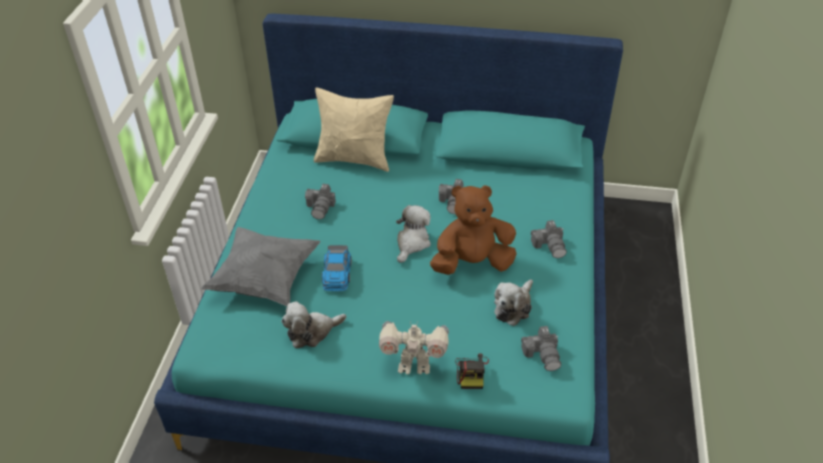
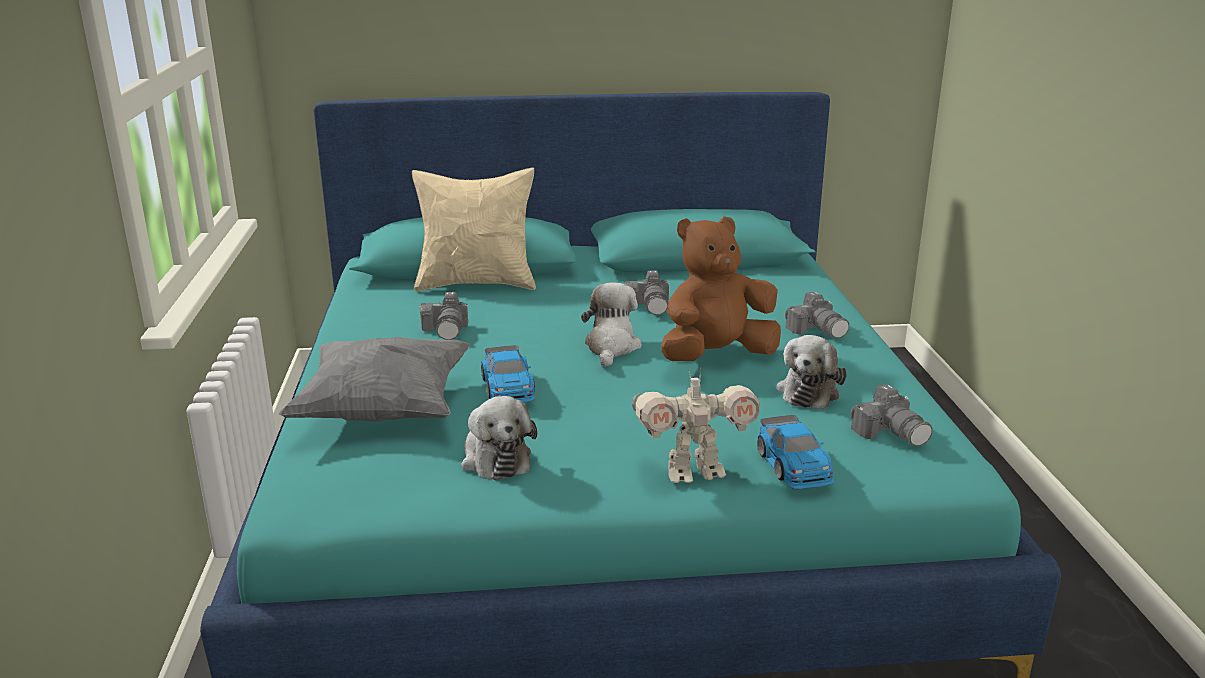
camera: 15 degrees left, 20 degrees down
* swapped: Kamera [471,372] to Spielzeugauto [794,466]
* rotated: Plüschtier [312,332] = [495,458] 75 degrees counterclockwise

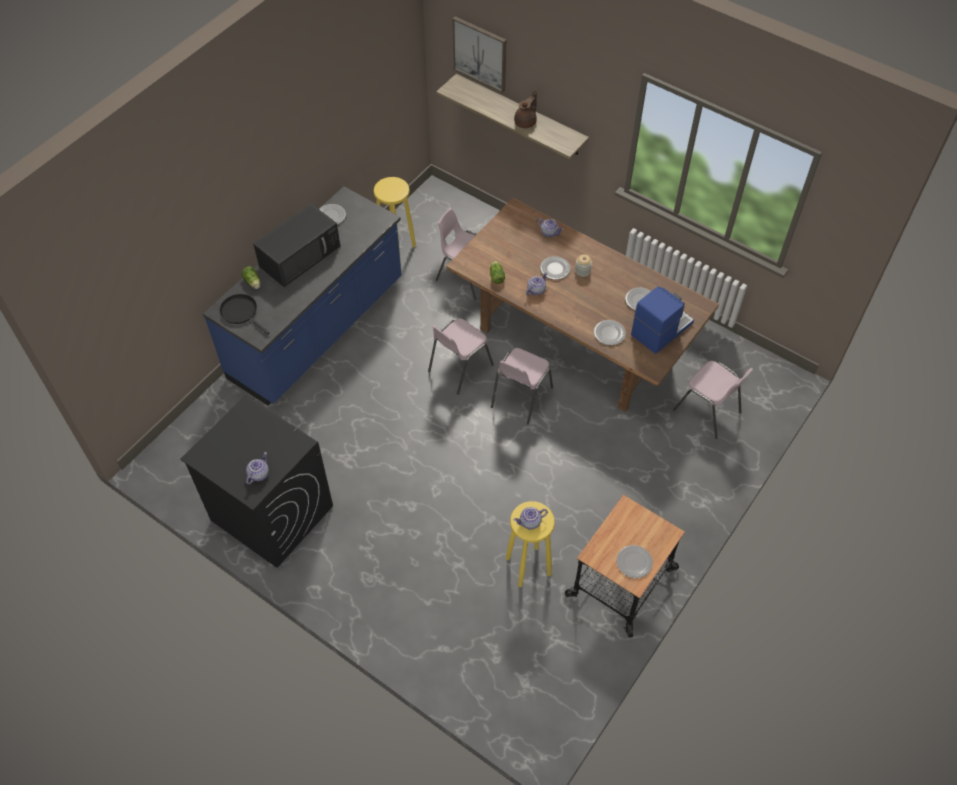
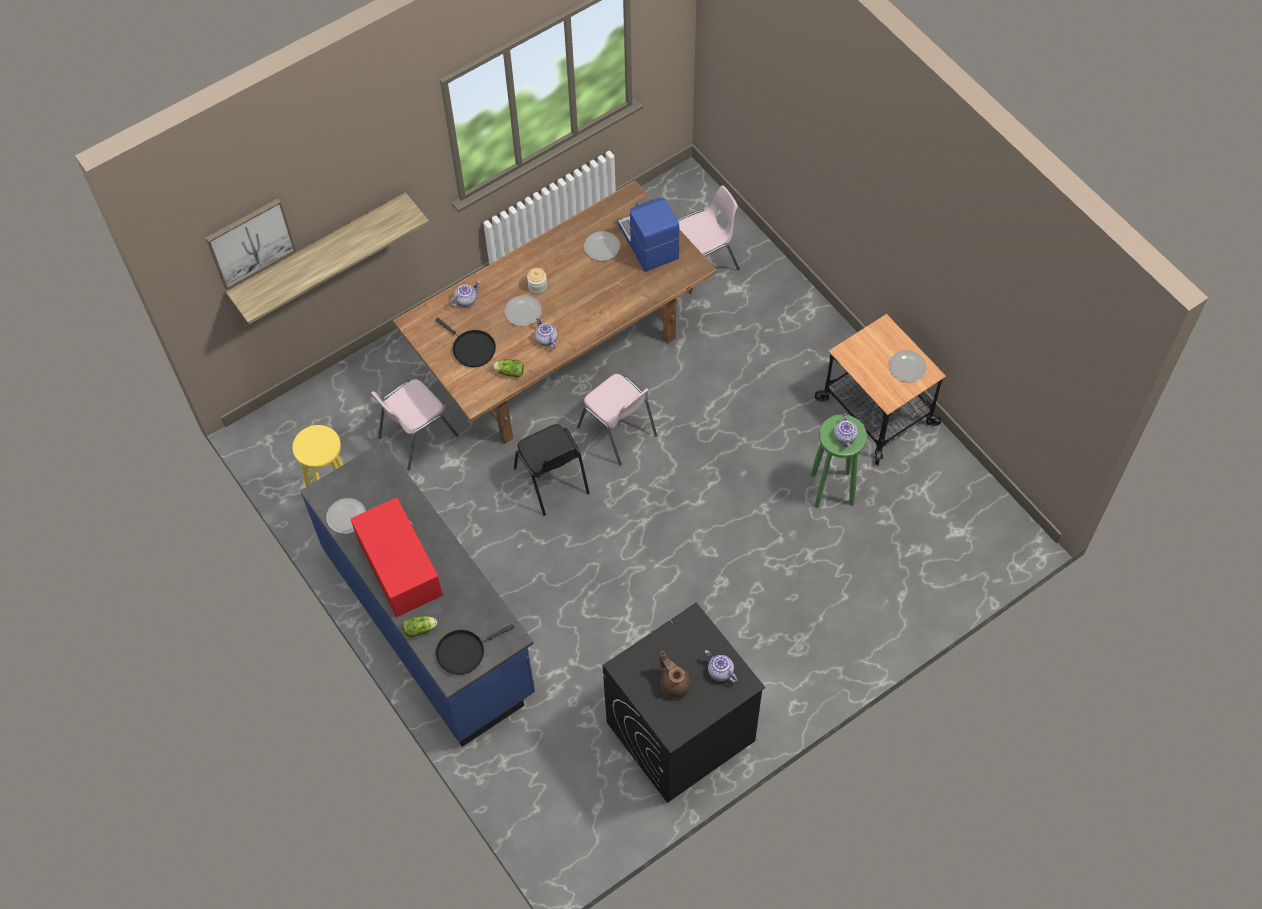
camera: 70 degrees left, 5 degrees up
* gone: Teller [609,333]
* new: Pfanne [schwarz] [471,348]
* shifted: Teekanne [braun] [526,122] to [674,683]
* repainted: Mikrowelle [schwarz] [300,255] to Mikrowelle [rot] [398,565]
* repainted: Stuhl [rosa] [459,368] to Stuhl [schwarz] [552,481]
* repainted: Hocker [gelb] [528,567] to Hocker [grün] [833,489]

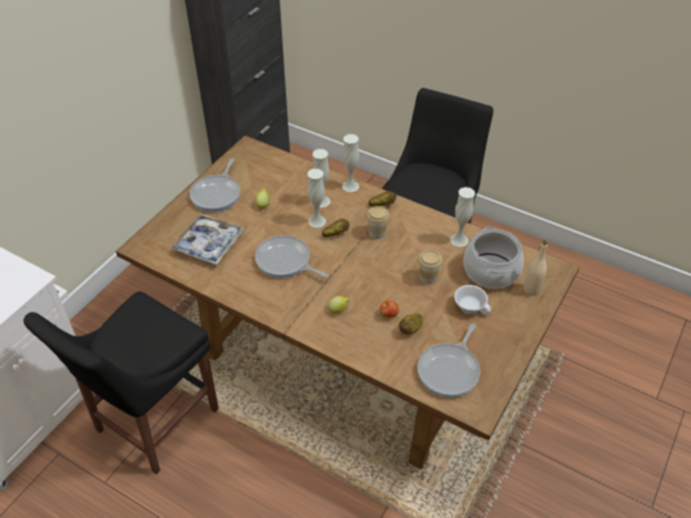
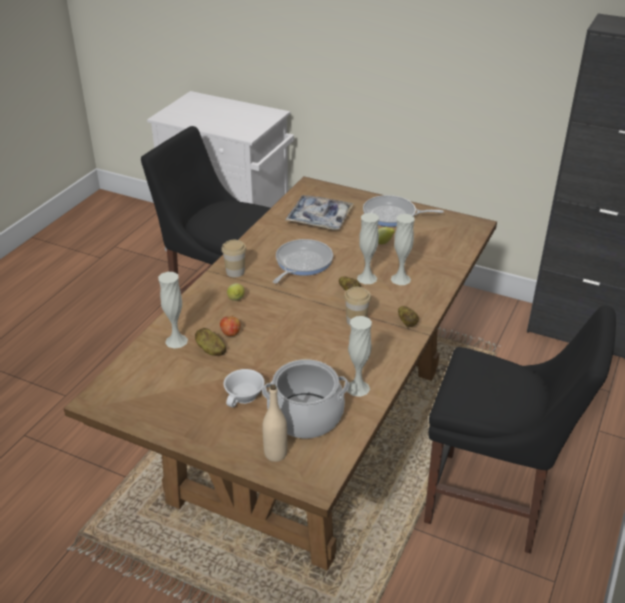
camera: 85 degrees right, 10 degrees down
* gone: Pfanne [450,370]
* shifted: Vase [weiß] [350,186] to [176,341]
* shifted: Tasse [428,278] to [235,272]

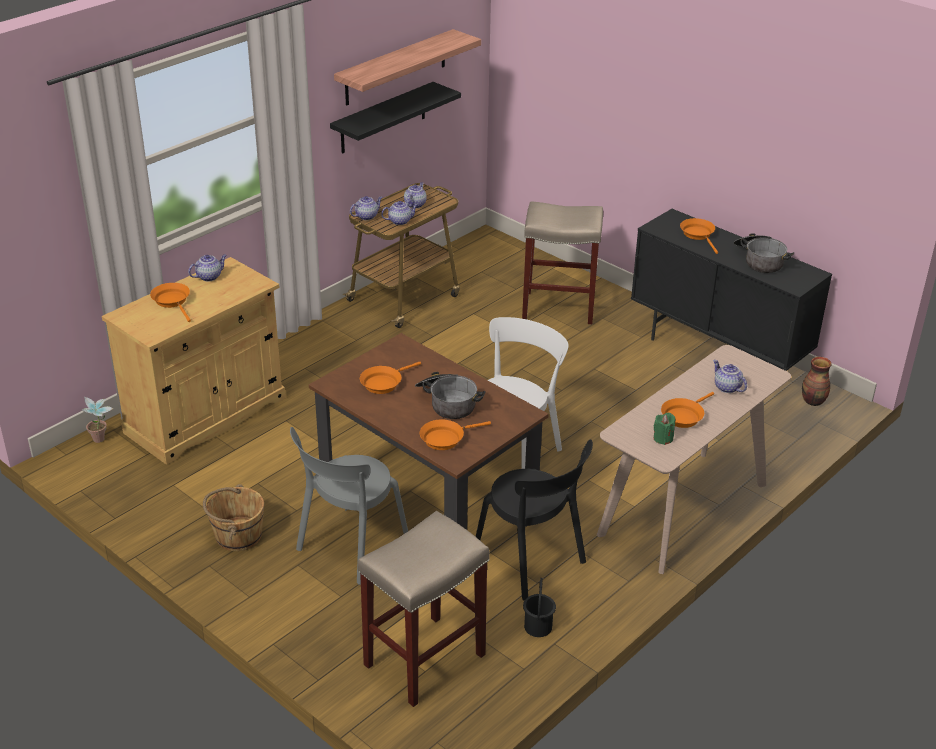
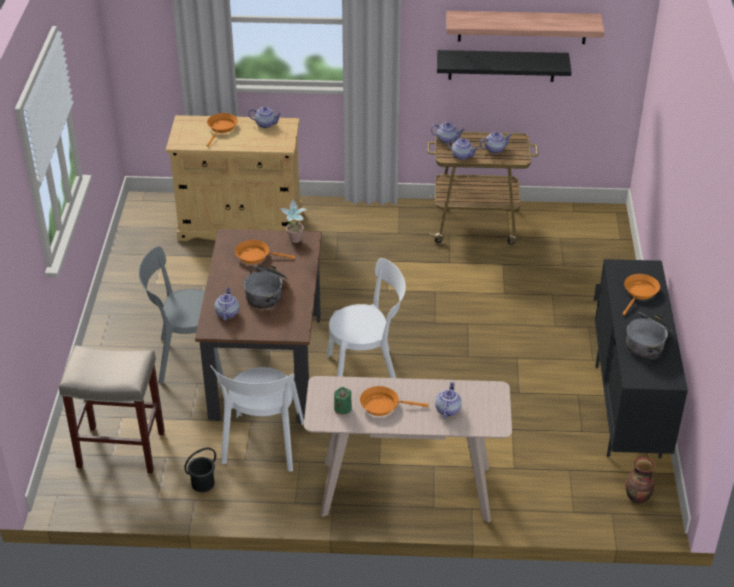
camera: 50 degrees right, 5 degrees up
* gone: Eimer [braun] [237,535]
* gone: Hocker [beige] [560,307]
* shifted: Topfpflanze [101,441] to [295,242]
* swapped: Pfanne [orange] [445,438] to Teekanne [227,313]
* repainted: Stuhl [schwarz] [532,562] to Stuhl [weiß] [262,446]

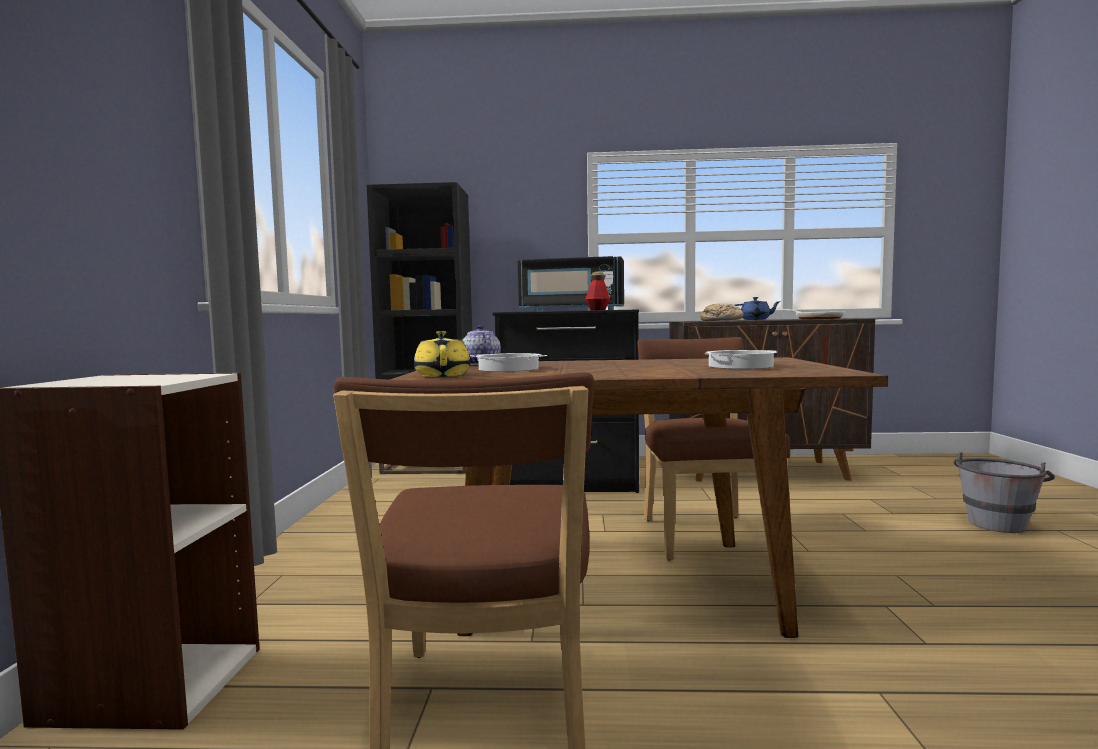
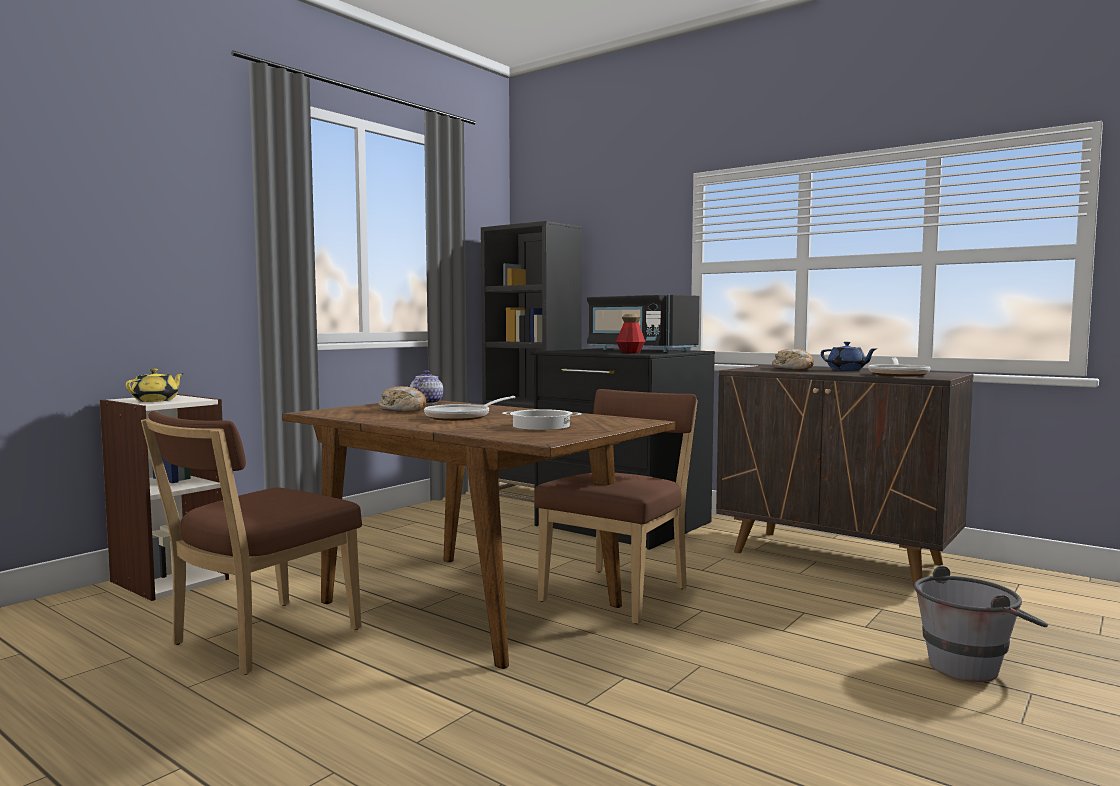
camera: 35 degrees right, 0 degrees up
* new: Pfanne [462,417]
* shifted: Teekanne [gelb] [442,375] to [156,400]
* swapped: Kochtopf [509,369] to Brot [404,410]

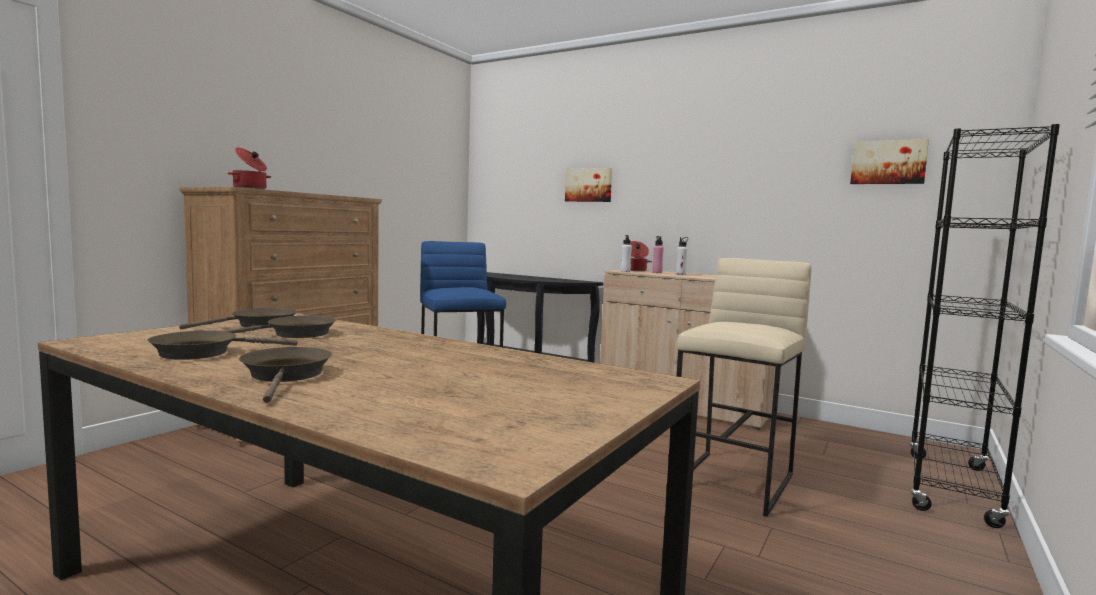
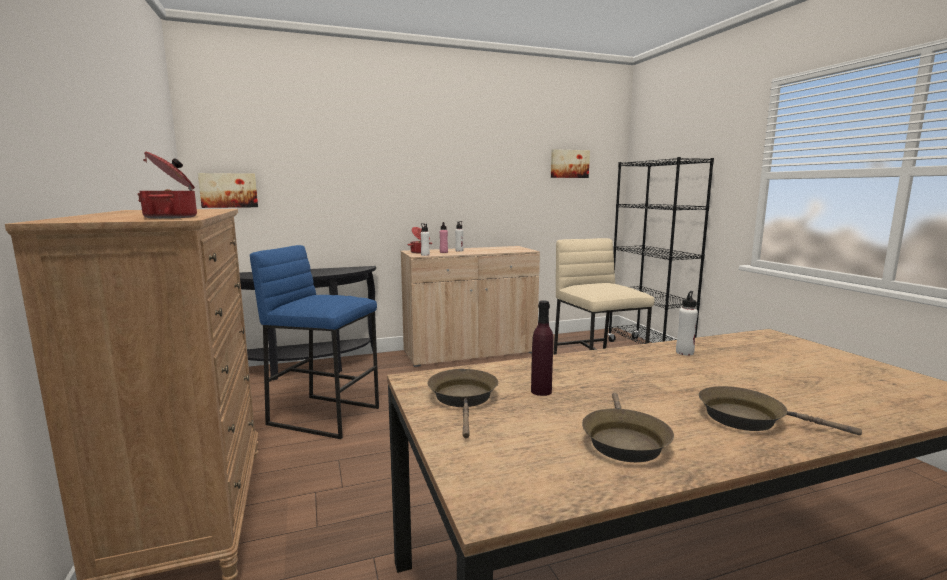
camera: 50 degrees left, 5 degrees up
* new: Flasche [weiß] [684,352]
* shifted: Bild [589,185] to [229,190]
* swapped: Pfanne [braun] [295,334] to Flasche [lila] [541,391]

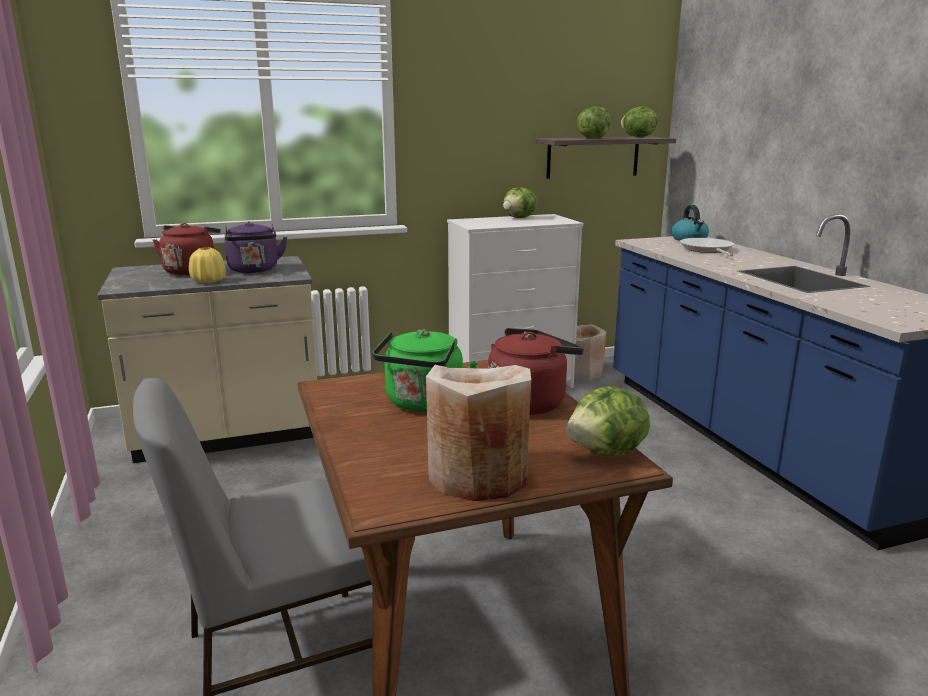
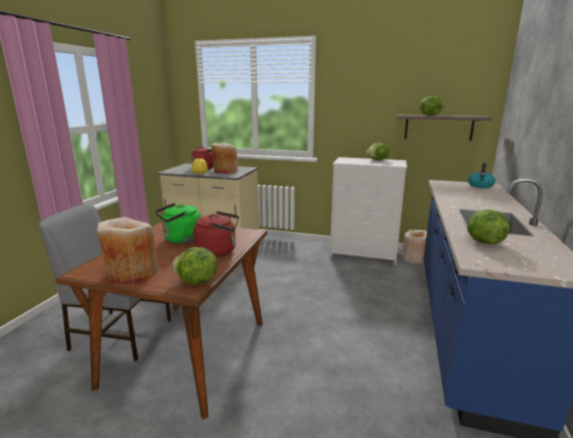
camera: 35 degrees right, 0 degrees up
* gone: Pfanne [707,250]
* shifted: Salatkopf [637,137] to [483,242]
* swapped: Wasserkessel [lila] [254,270] to Vase [beige] [225,171]

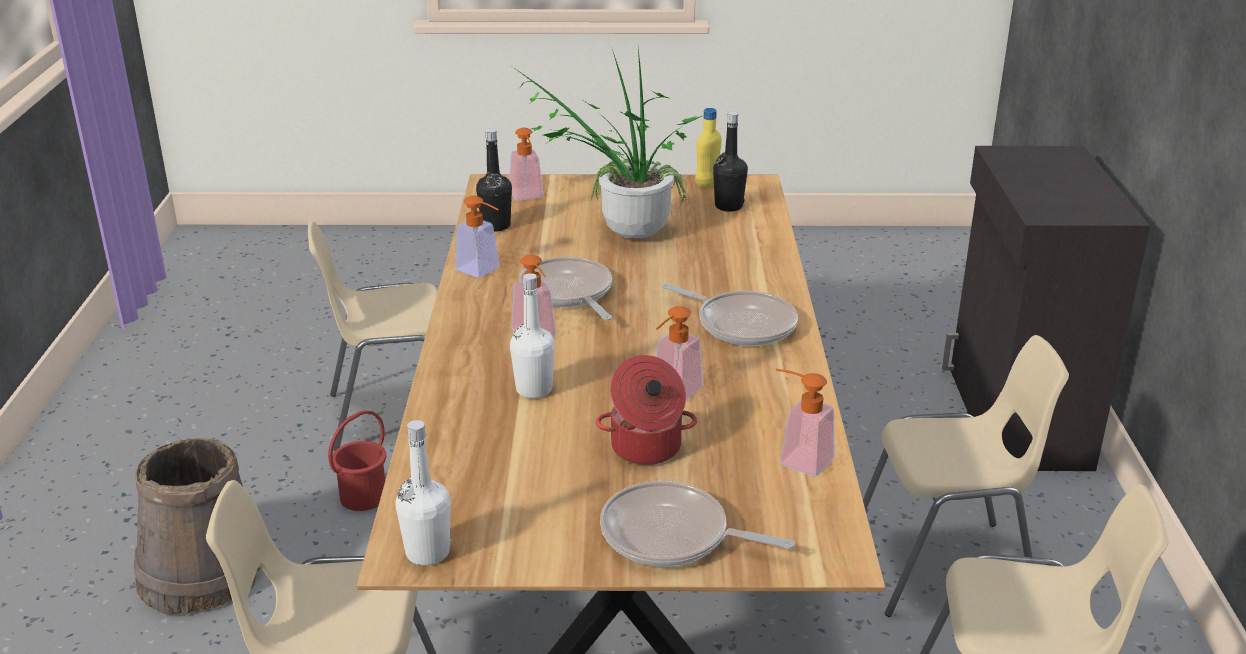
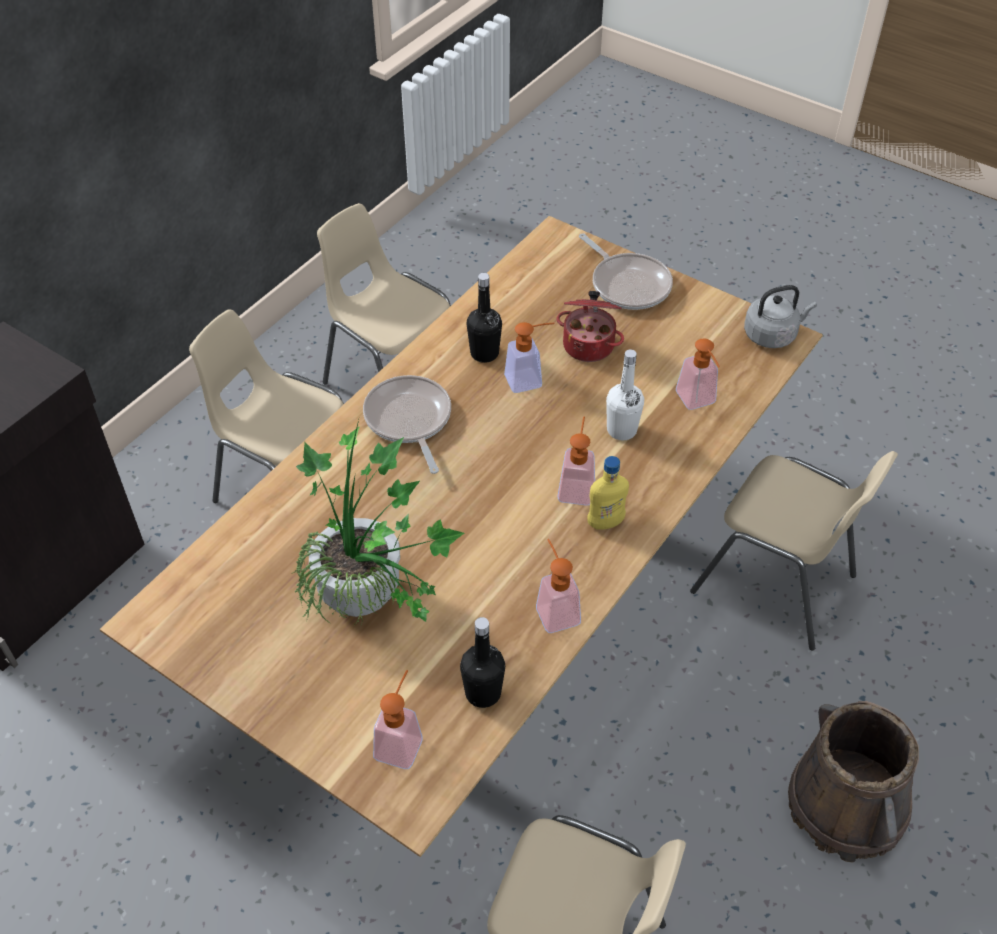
camera: 145 degrees left, 20 degrees up
* gone: Eimer [rot] [362,496]
* gone: Pfanne [568,293]
* shifted: Flasche [gelb] [707,184] to [605,523]
* shifted: Flasche [schwarz] [728,206] to [484,353]
* shifted: Seifenspender [798,459] to [698,402]
* swapped: Flasche [weiß] [427,553] to Wasserkessel [grau] [772,335]

